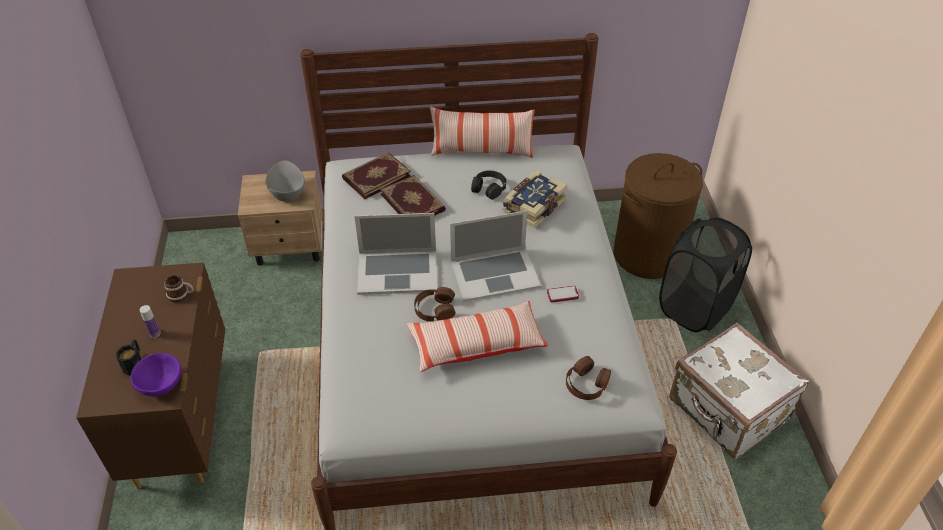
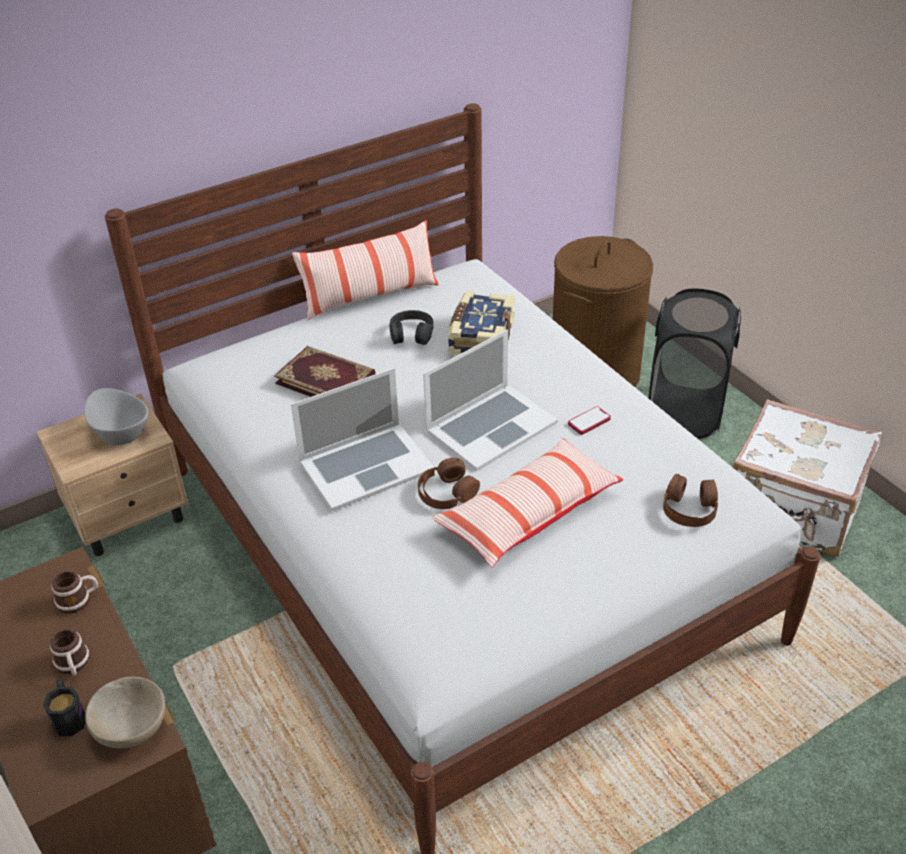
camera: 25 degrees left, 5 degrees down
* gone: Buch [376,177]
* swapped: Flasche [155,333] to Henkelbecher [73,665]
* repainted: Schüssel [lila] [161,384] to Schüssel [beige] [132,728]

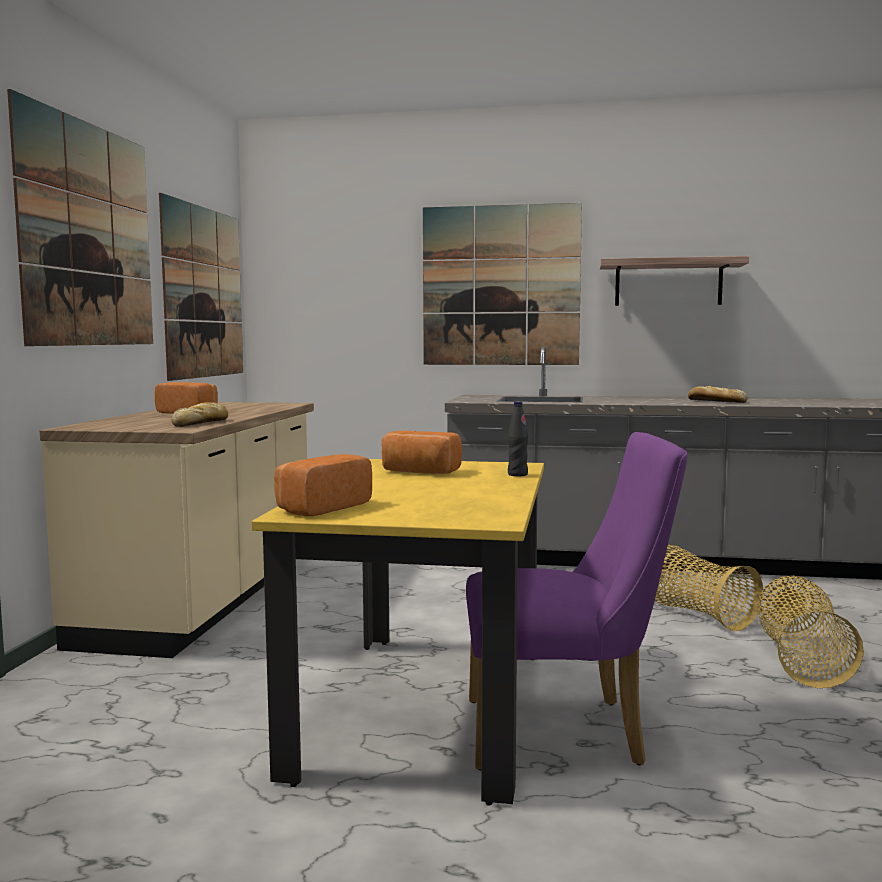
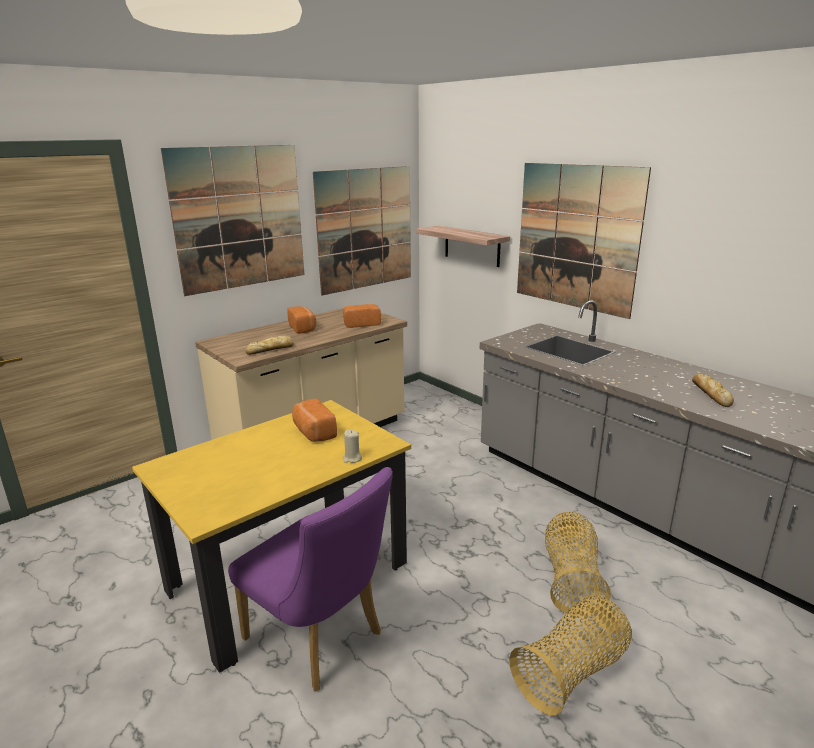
camera: 40 degrees right, 15 degrees up
* shifted: Brot [320,507] to [361,324]
* shifted: Wandregal [668,283] to [472,246]
* swapped: Flasche [schwarz] [517,474] to Kerze [beige] [352,458]

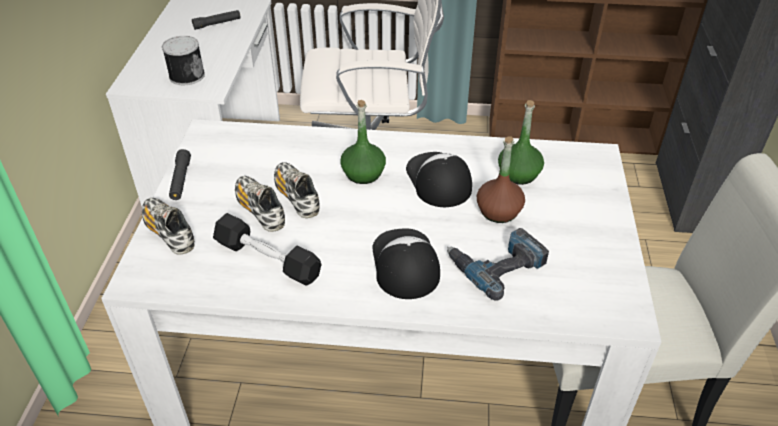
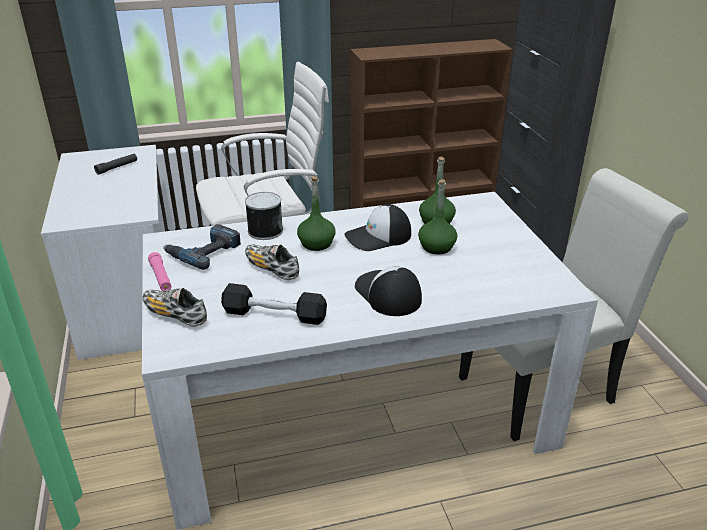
camera: 20 degrees left, 10 degrees down
* gone: Schuh [260,210]
* shifted: Dose [186,75] to [264,231]
* shifted: Bohrmaschine [496,264] to [204,251]
* repainted: Taschenlampe [schwarz] [180,180] to Taschenlampe [rosa] [161,277]
* repainted: Flasche [braun] [498,211] to Flasche [grün] [436,247]
* rotated: Kappe [438,180] = [378,237] 75 degrees counterclockwise

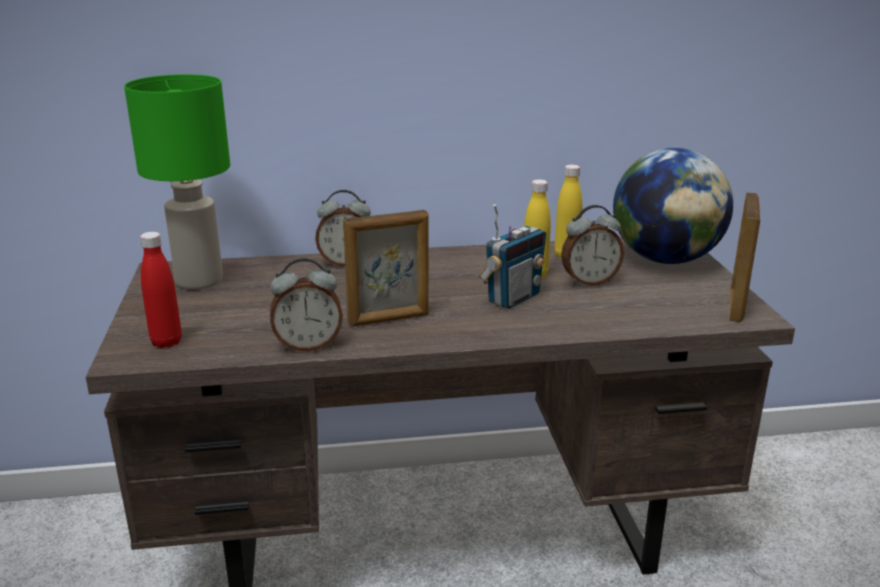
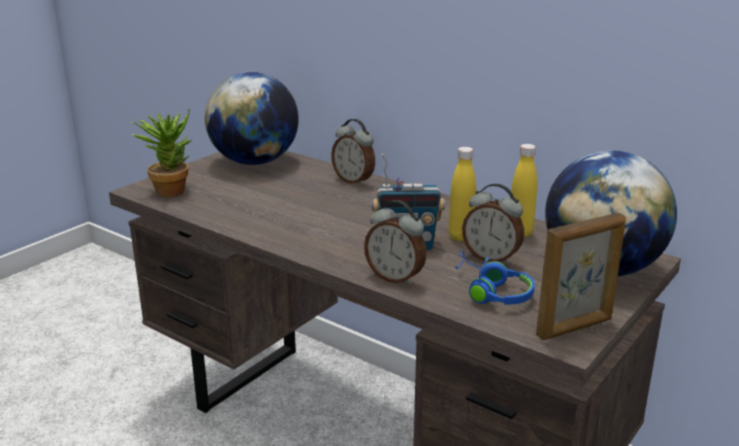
camera: 45 degrees right, 0 degrees up
* gone: Bilderrahmen [389,319]
* new: Kopfhörer [blau] [491,292]
* shifted: Wecker [308,345] to [395,277]
* swapped: Tischlampe [grün] [200,281] to Globus [254,162]
* swapped: Flasche [rot] [166,342] to Topfpflanze [171,189]

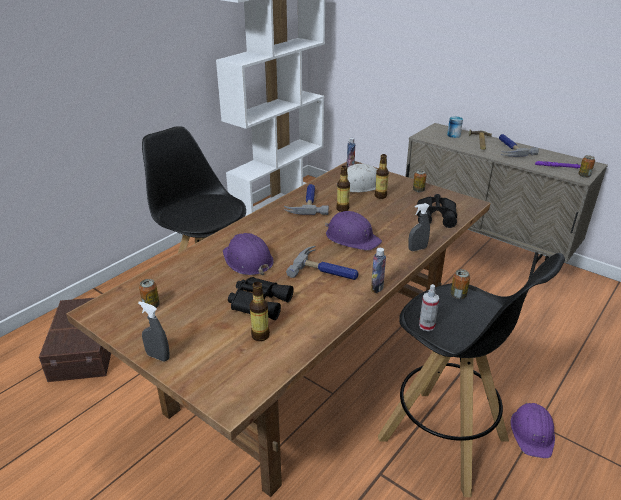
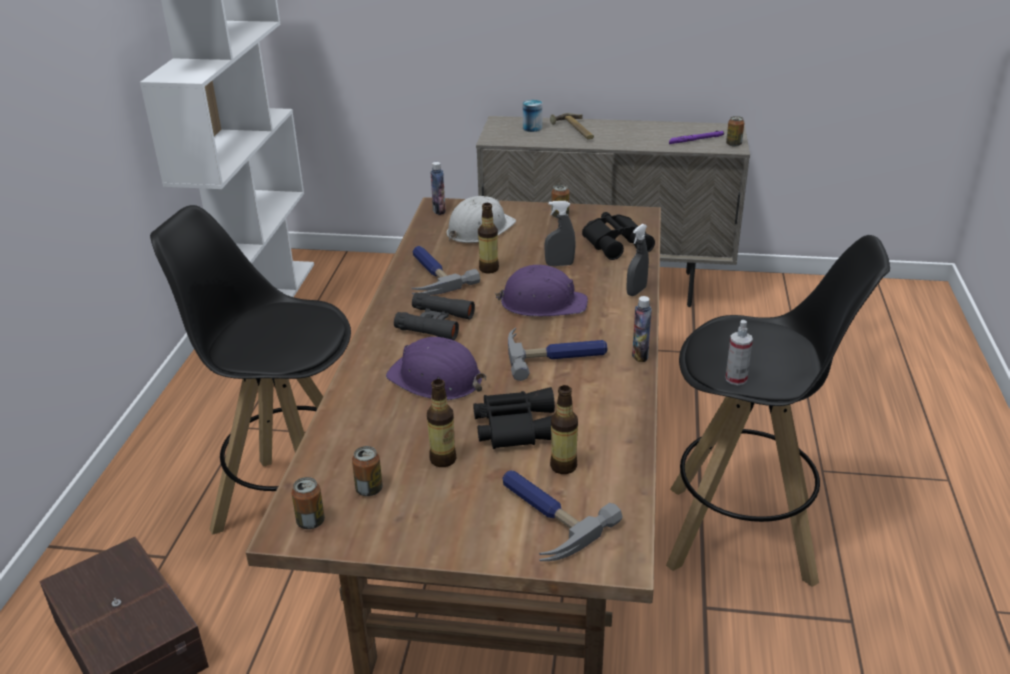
camera: 30 degrees left, 0 degrees up
* gone: Schutzhelm [lila] [532,433]
* new: Fernglas [schwarz] [435,323]
* shifted: Sprühflasche [grau] [158,356] to [559,264]
* shifted: Flasche [380,196] to [443,459]
* shifted: Dose [458,295] to [311,522]
* shifted: Hammer [509,148] to [544,516]

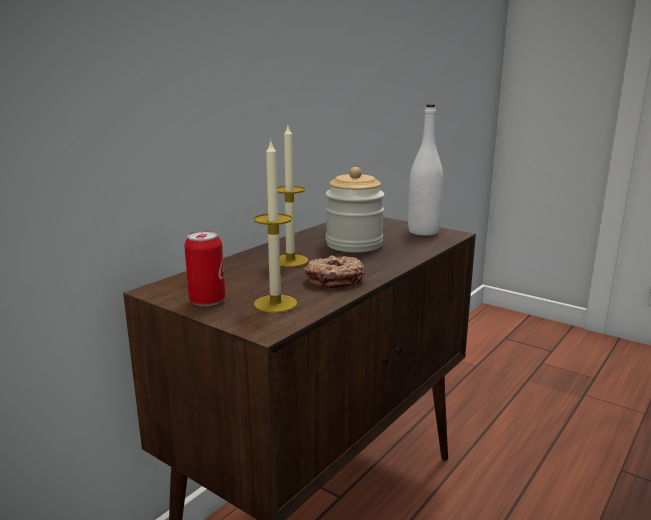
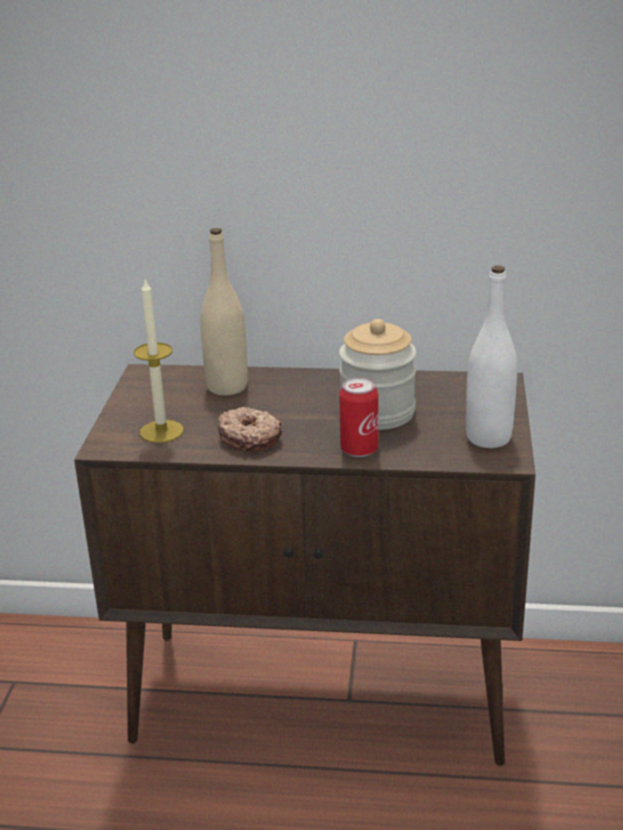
camera: 60 degrees right, 10 degrees up
* gone: Kerze [290,260]
* new: Flasche [beige] [227,387]
* shifted: Dose [207,301] to [359,449]

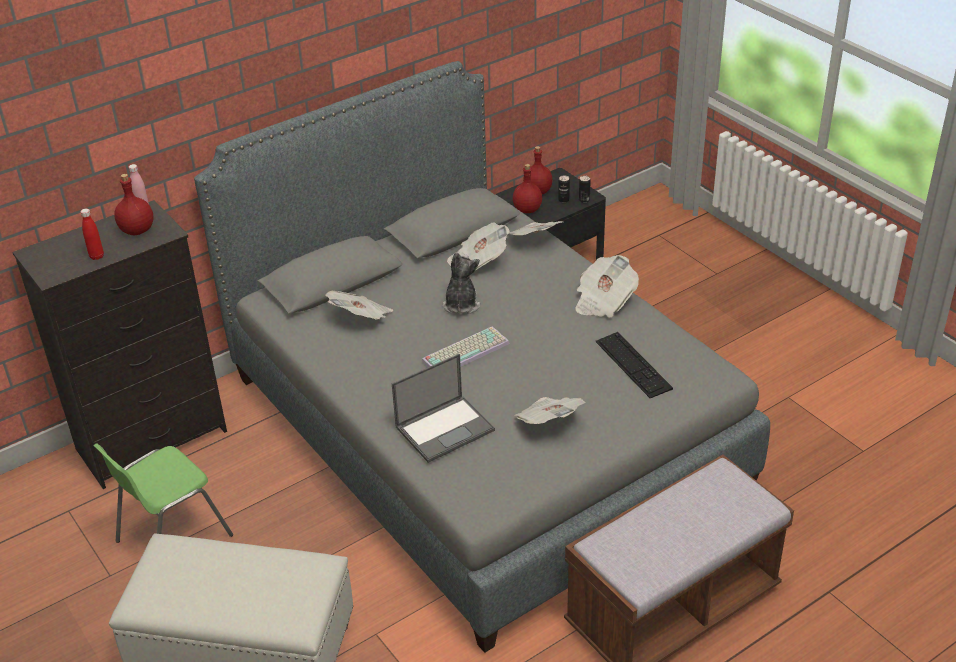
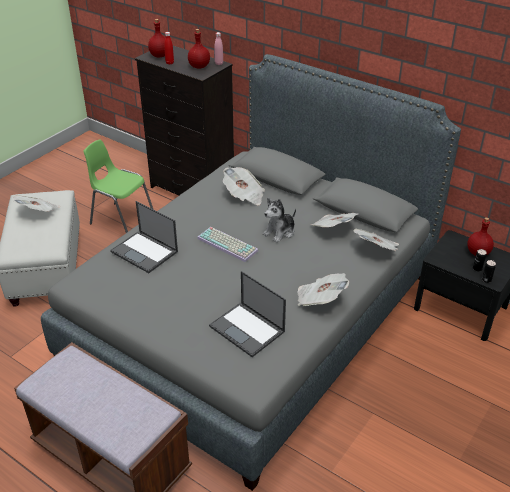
camera: 70 degrees right, 0 degrees up
* shifted: Flasche [rot] [528,209] to [159,56]
* shifted: Zeitung [549,422] to [38,212]
* swapped: Tastatur [633,365] to Laptop [248,329]
* rotated: Plüschtier [461,304] = [280,232] 150 degrees clockwise

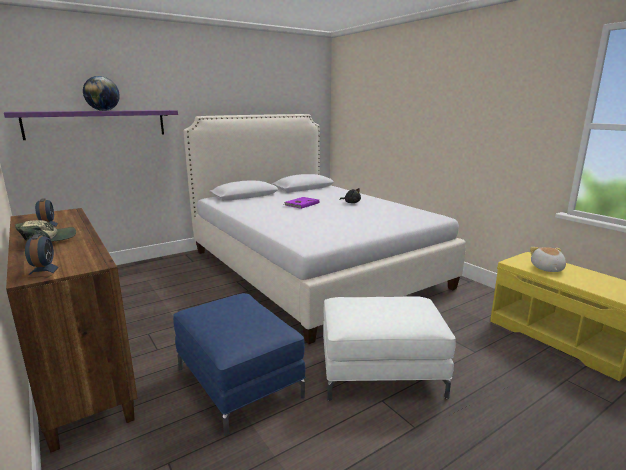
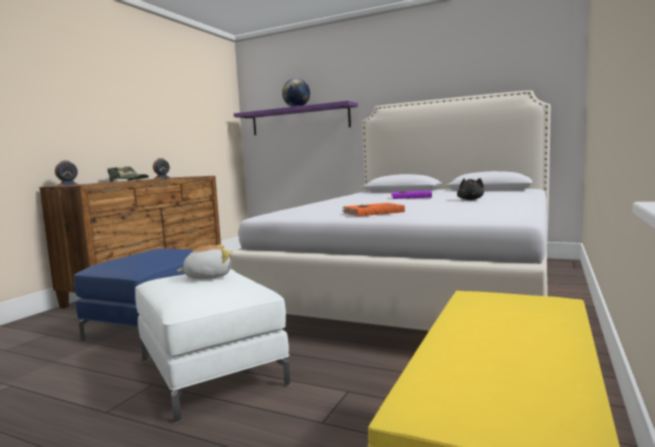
camera: 60 degrees right, 10 degrees down
* new: Buch [orange] [372,212]
* shifted: Plüschtier [546,269] to [208,276]

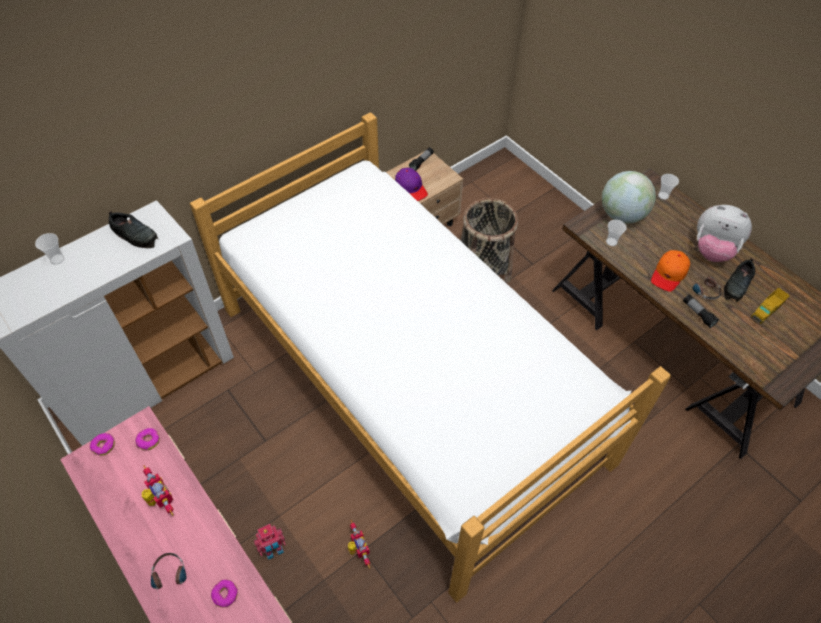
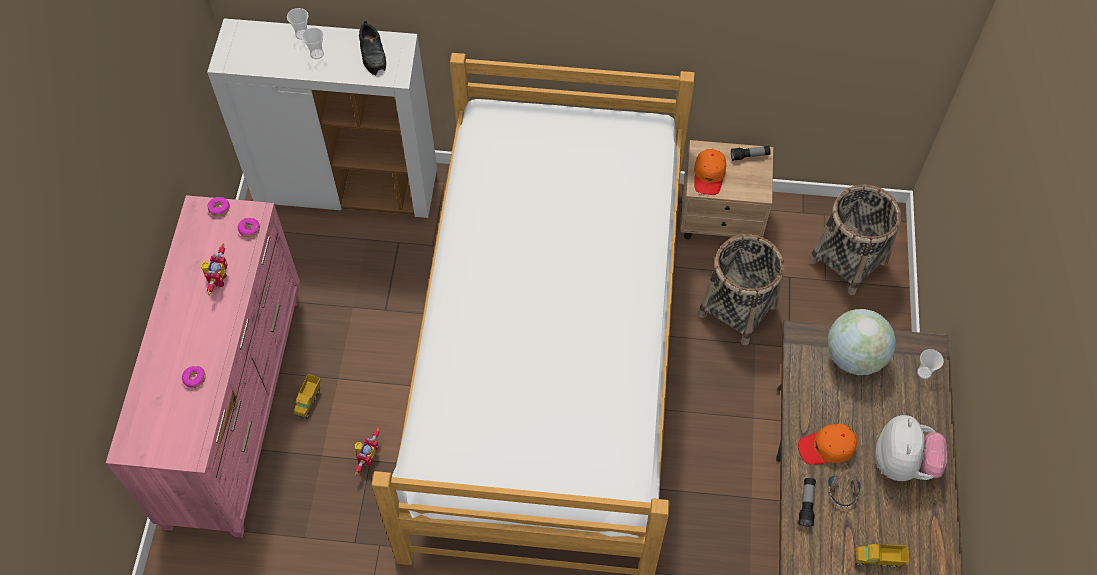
camera: 45 degrees right, 5 degrees up
* gone: Kopfhörer [170,579]
* gone: Schuh [schwarz] [738,284]
* new: Korb [848,261]
* shifted: Tasse [611,242] to [317,54]
* swapped: Spielzeugroboter [274,550] to Spielzeuglaster [308,401]
* repainted: Kappe [lila] [411,188] to Kappe [orange] [709,175]
* rotated: Plüschtier [712,250] = [903,463] 150 degrees counterclockwise

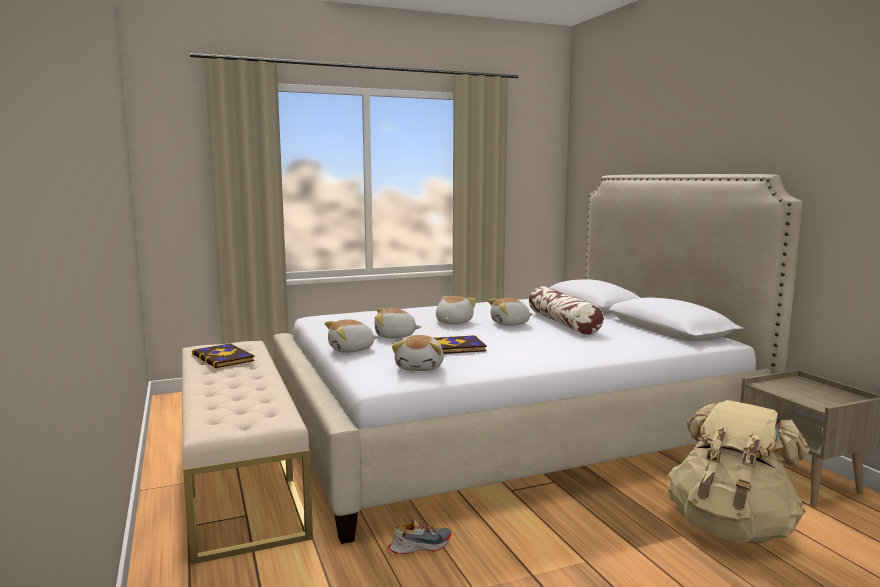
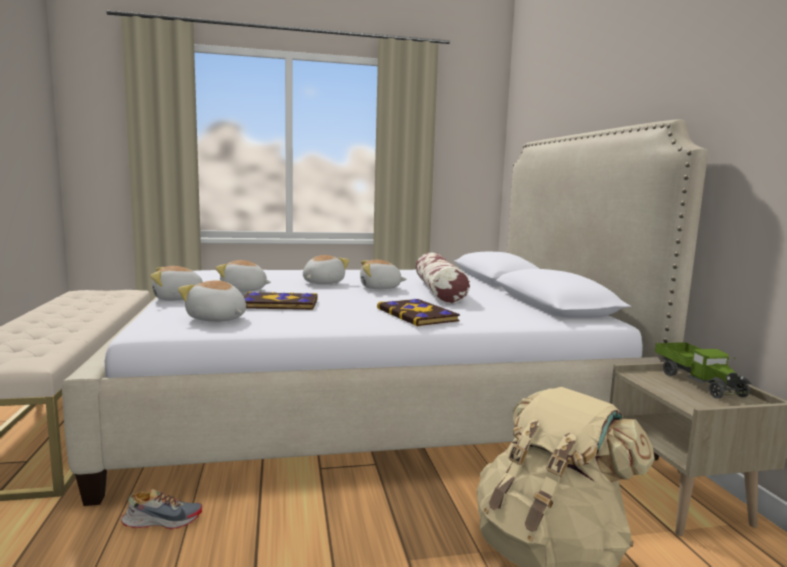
camera: 10 degrees right, 0 degrees up
* new: Spielzeuglaster [698,382]
* shifted: Buch [224,358] to [418,315]
* rotated: Plüschtier [420,367] = [216,319] 105 degrees clockwise

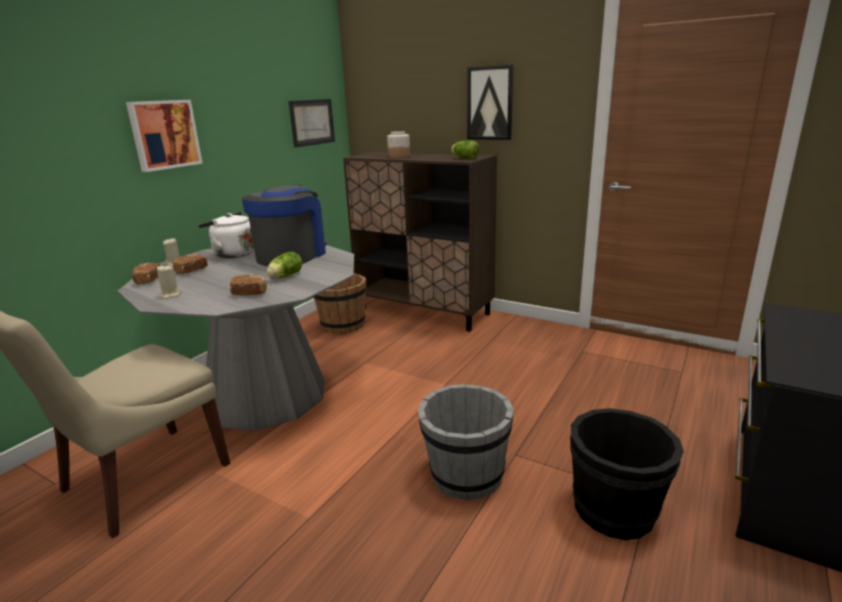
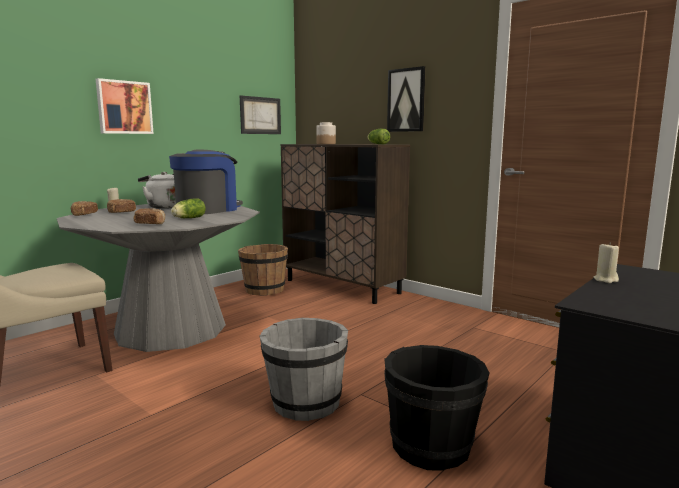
camera: 10 degrees right, 10 degrees down
* shifted: Kerze [beige] [170,295] to [605,280]

